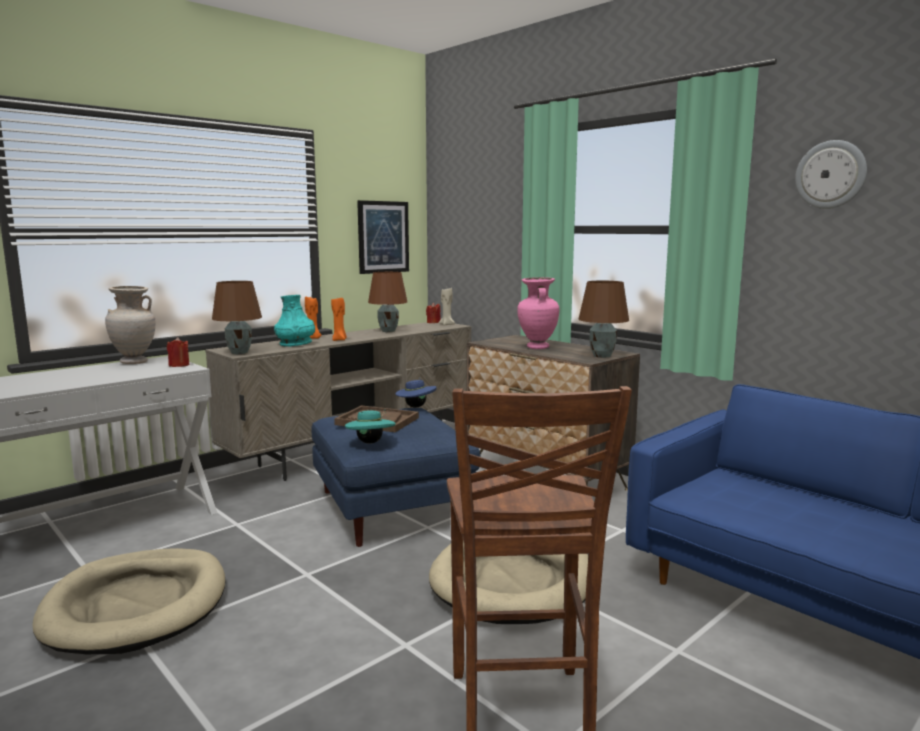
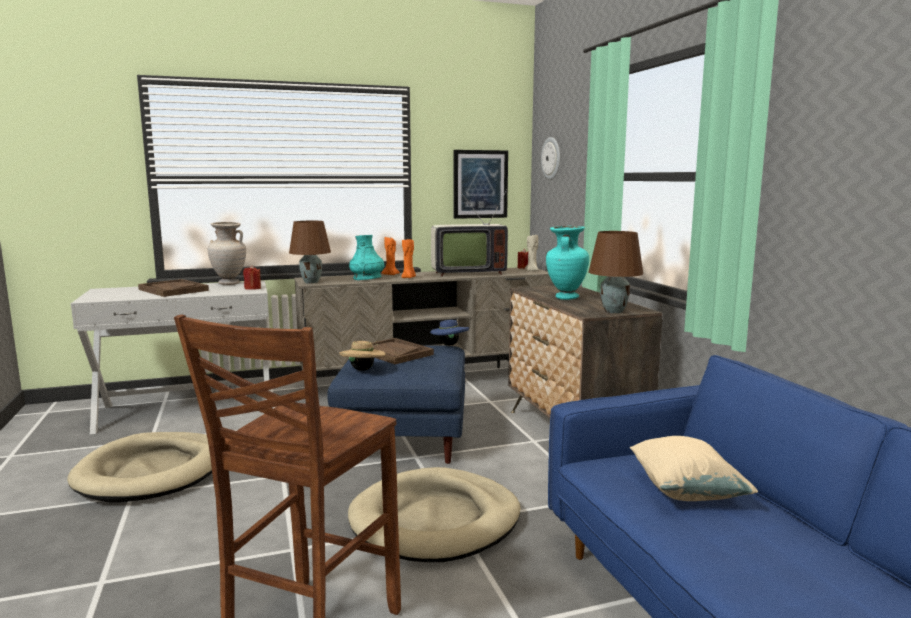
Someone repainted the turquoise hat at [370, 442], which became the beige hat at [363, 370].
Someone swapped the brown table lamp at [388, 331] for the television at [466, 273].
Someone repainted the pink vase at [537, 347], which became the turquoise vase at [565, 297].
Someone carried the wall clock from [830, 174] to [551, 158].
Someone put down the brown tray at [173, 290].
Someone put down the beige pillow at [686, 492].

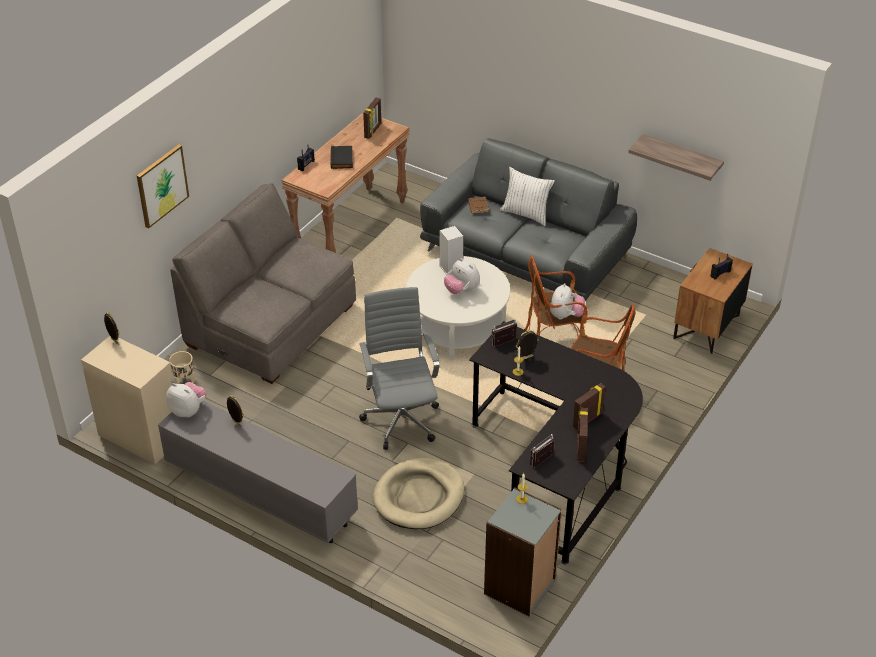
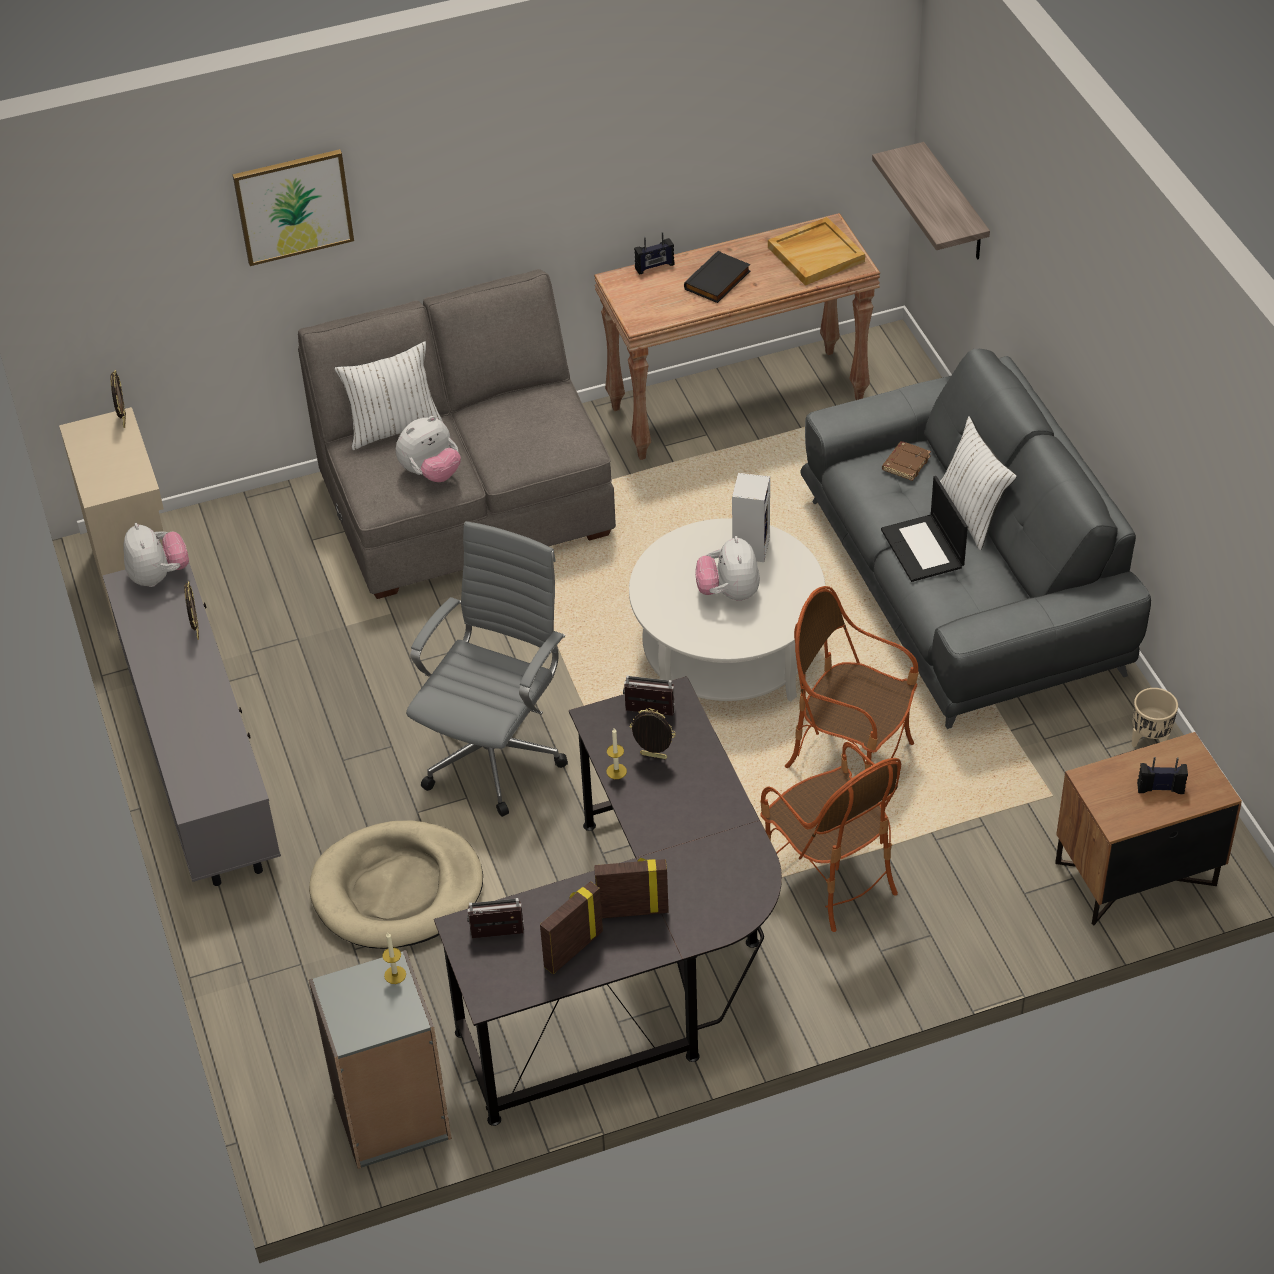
Someone carried the beige planter from [184, 381] to [1150, 742].
Someone swapped the picture frame at [373, 131] for the beige tray at [816, 254].
Someone carried the plush toy from [566, 316] to [431, 473].
Someone carried the shelf from [681, 158] to [955, 204].
Someone put down the white pillow at [393, 428].
Someone put down the laptop at [923, 549].

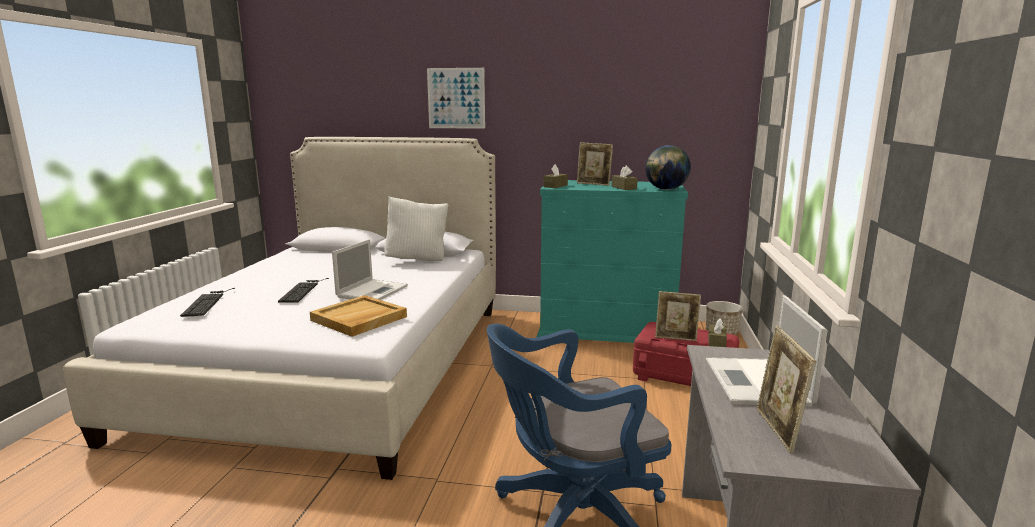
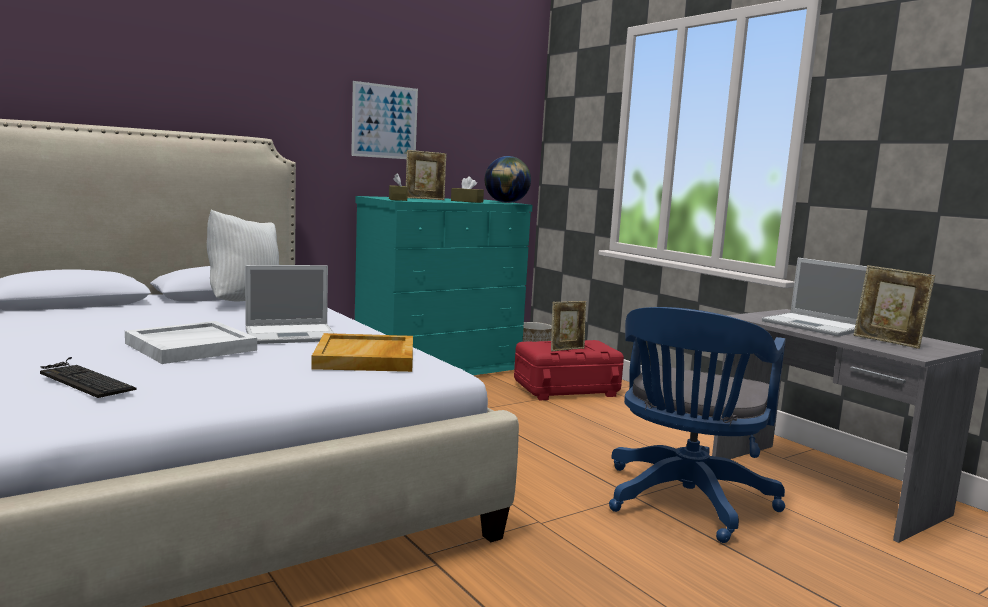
Someone swapped the keyboard at [302, 290] for the white tray at [191, 346].
Someone rotated the laptop at [373, 291] by 90 degrees clockwise.
Someone carried the picture from [456, 98] to [385, 121].
Someone took away the brown tissue box at [716, 342].

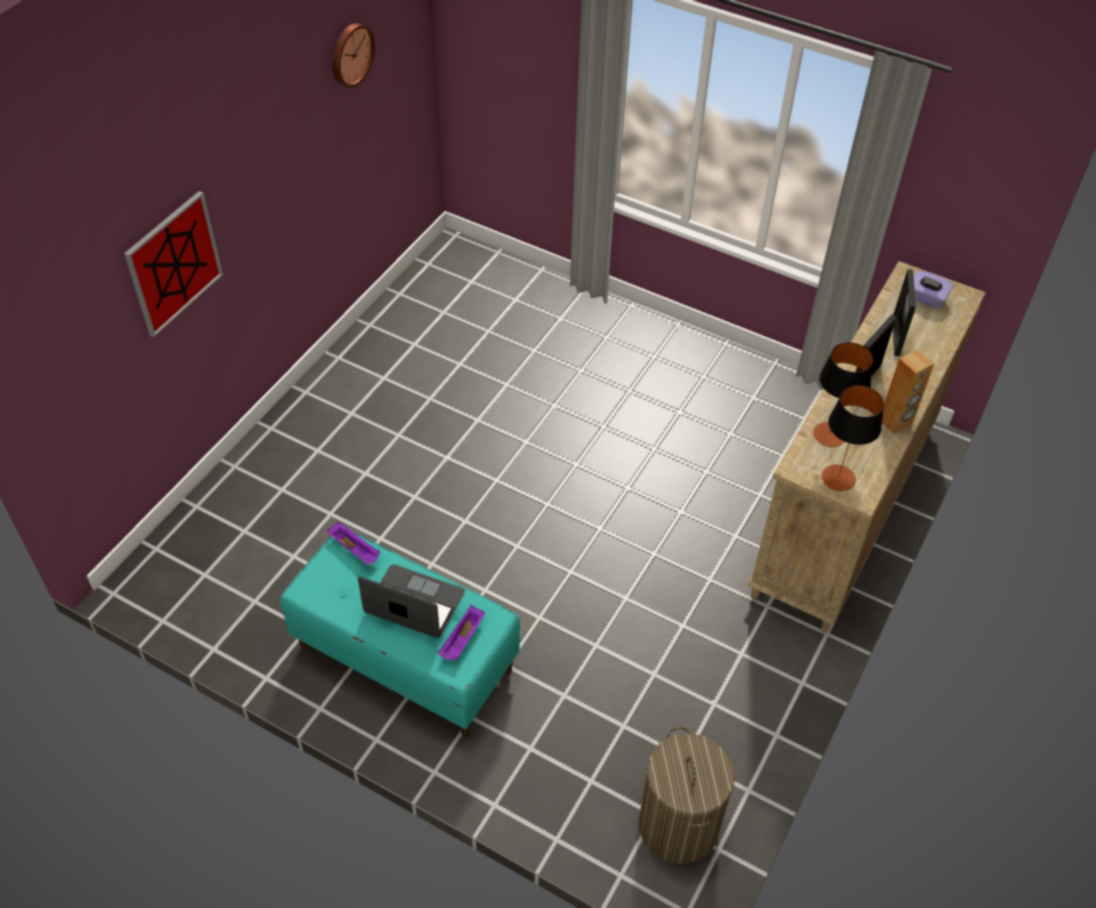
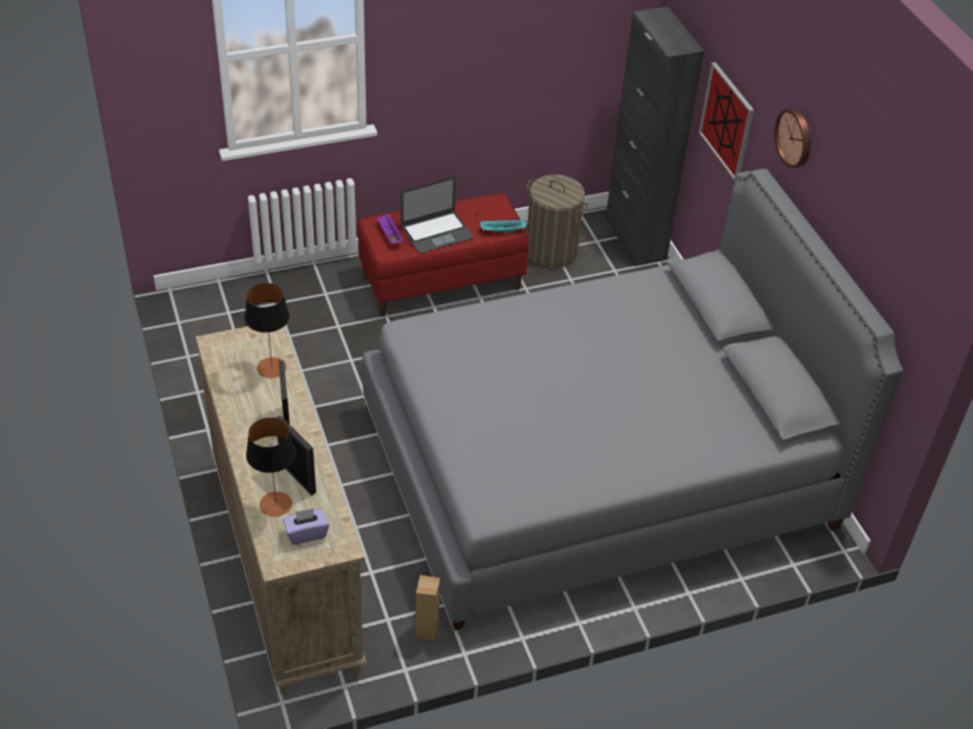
Someone repainted the turquoise bench at [405, 659], which became the red bench at [441, 282].
Someone repainted the purple tray at [355, 550], which became the turquoise tray at [502, 231].
Someone carried the wall clock from [350, 54] to [795, 137].
Someone carried the laundry basket from [678, 825] to [551, 252].
Someone carried the table lamp from [838, 478] to [276, 504].
Someone carried the brown speaker from [895, 422] to [426, 630].
Someone put down the grey bed at [597, 467].
Someone put down the black cabinet at [635, 239].

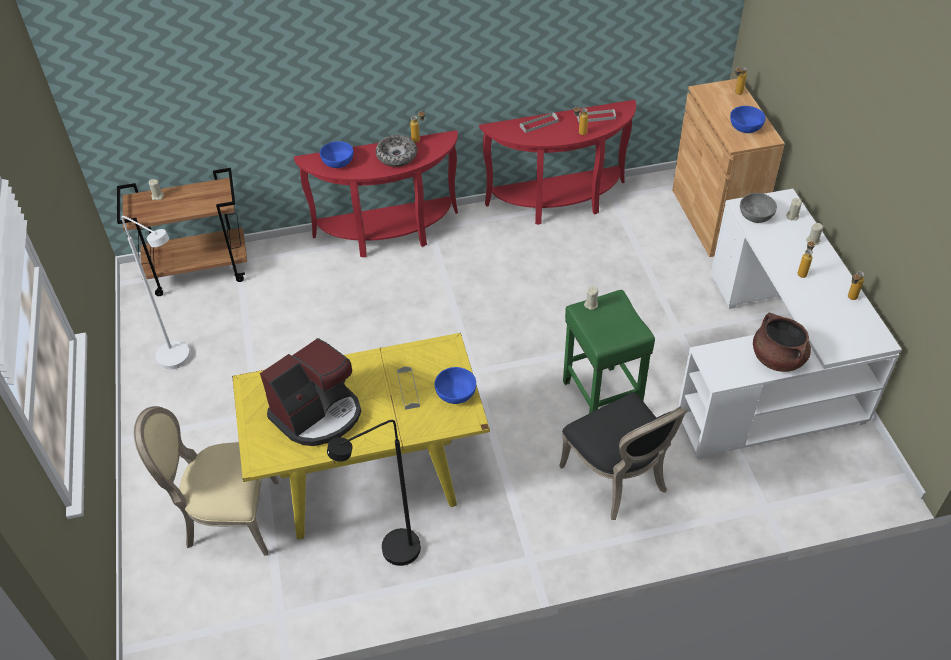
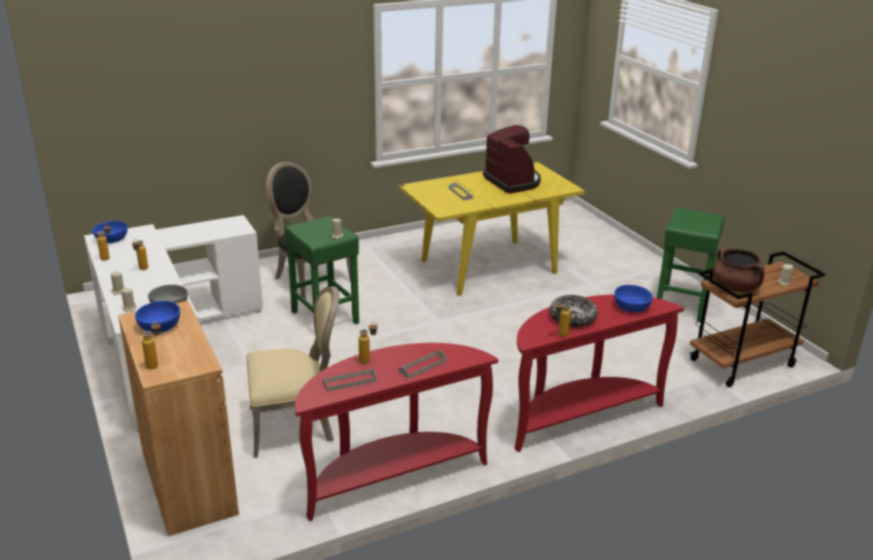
Someone swapped the white floor lamp at [181, 360] for the green stool at [681, 305].
Someone carried the beige chair from [228, 517] to [294, 426].
Someone rotated the coffee machine at [318, 414] by 120 degrees clockwise.
Someone took away the black floor lamp at [392, 555].
Someone carried the blue bowl from [456, 393] to [111, 239].
Someone carried the brown cooking pot from [777, 358] to [735, 287].

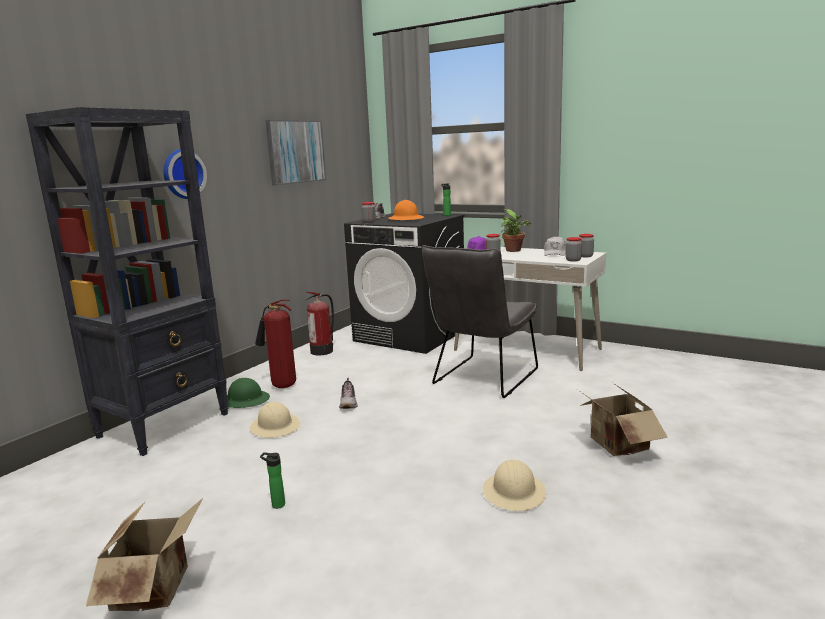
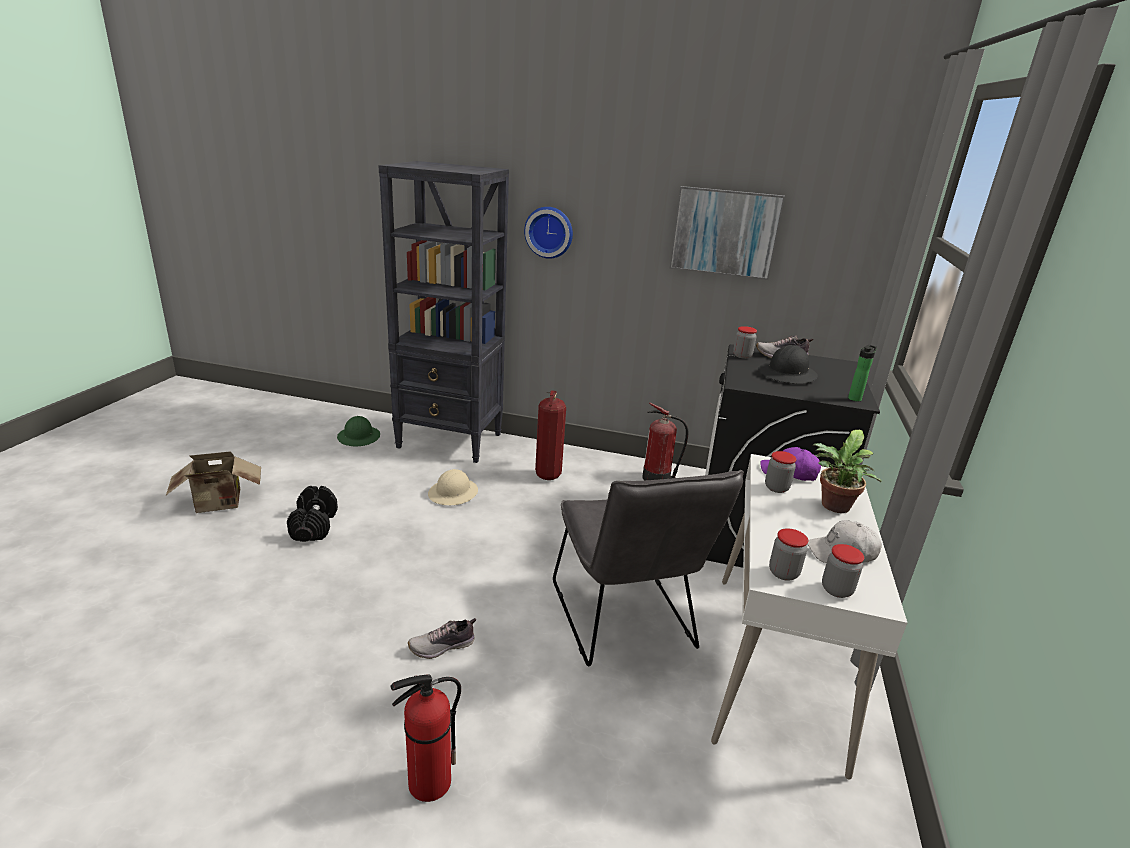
Someone carried the green hard hat from [245, 400] to [359, 437].
Someone swapped the bottle at [276, 504] for the black dumbbell at [314, 526].
Someone carried the shoe from [348, 403] to [443, 646].
Someone repainted the orange hard hat at [406, 219], which became the black hard hat at [787, 374].
Someone rotated the grey chair at [482, 379] by 120 degrees counterclockwise.
Someone took away the beige hard hat at [514, 492].
Someone swapped the cardboard box at [616, 446] for the fire extinguisher at [428, 783].

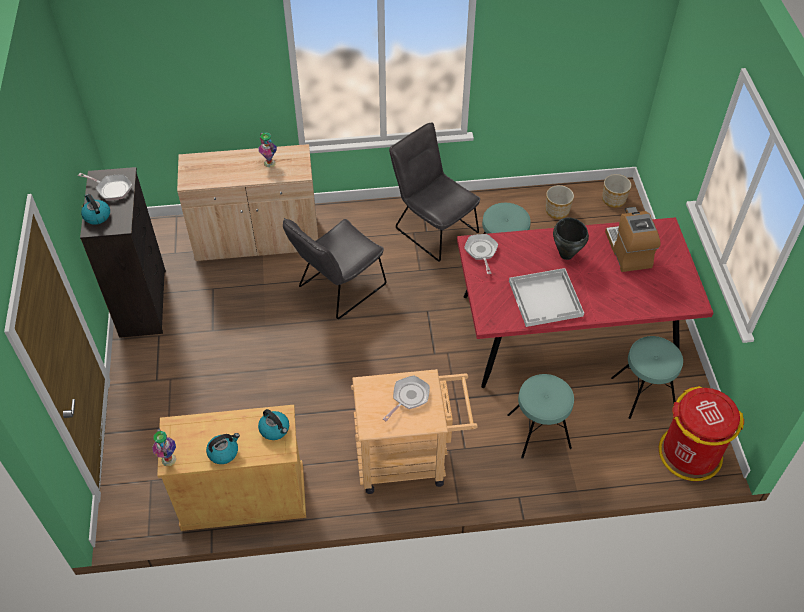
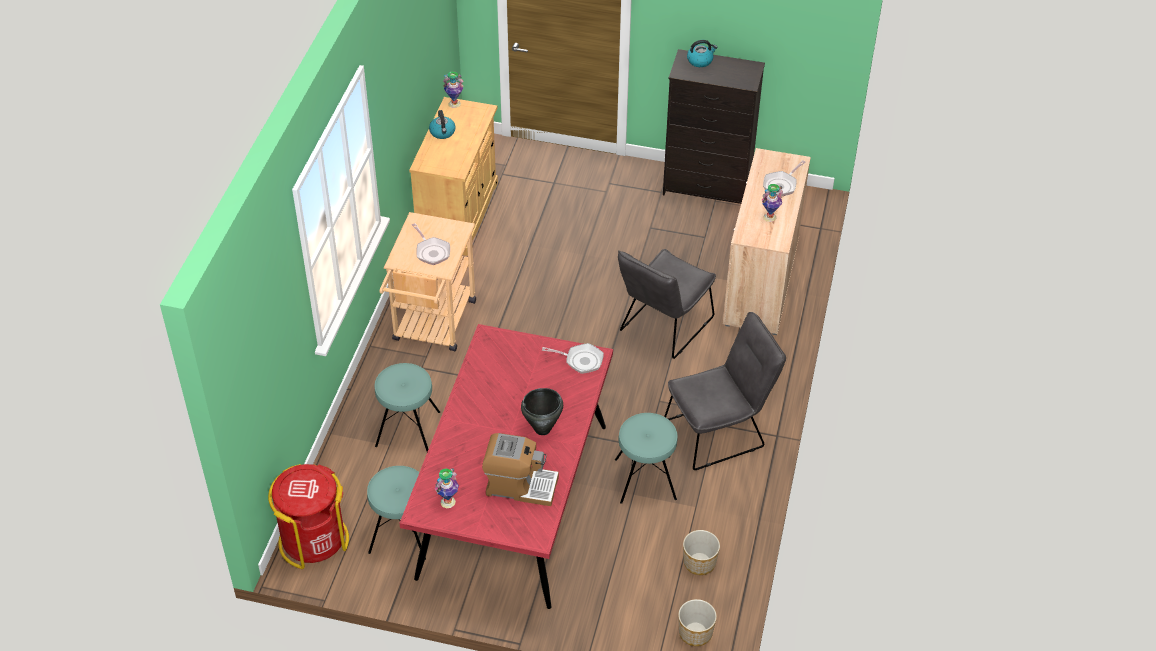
Someone carried the frying pan from [112, 189] to [781, 185].
Someone took away the kettle at [275, 429].
Someone rotated the grey chair at [337, 289] by 120 degrees counterclockwise.
Someone took away the white tray at [546, 299].
Someone put down the vase at [448, 502].

